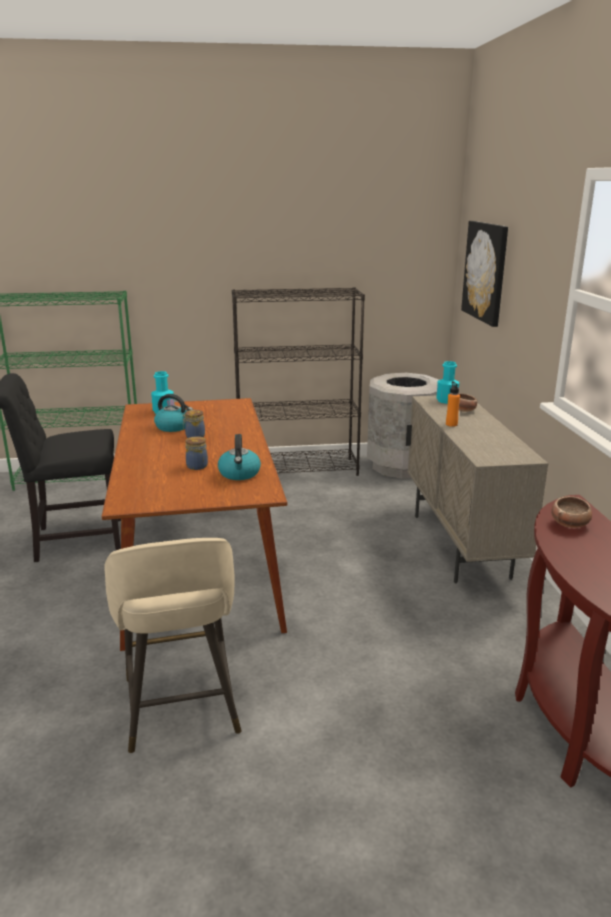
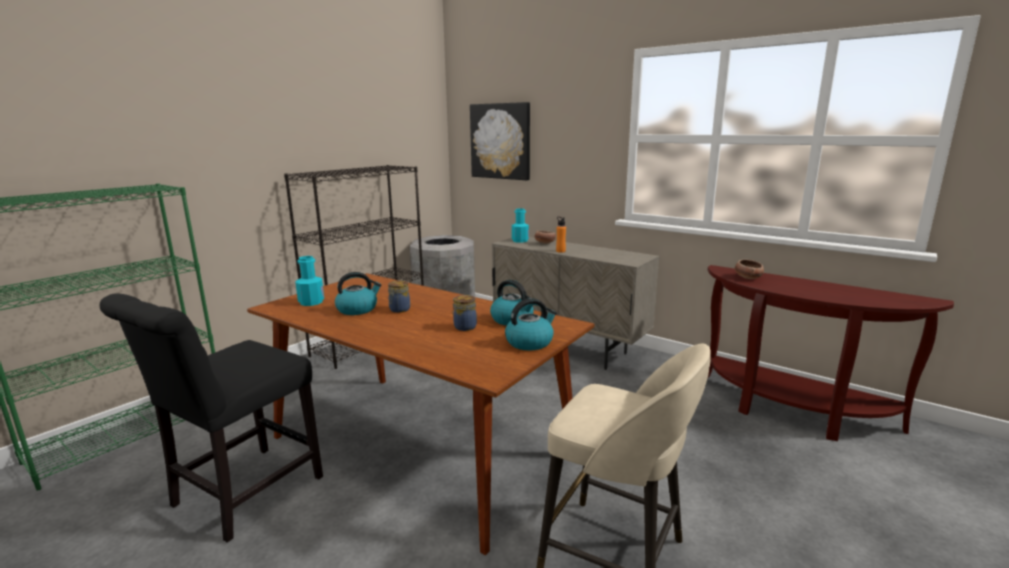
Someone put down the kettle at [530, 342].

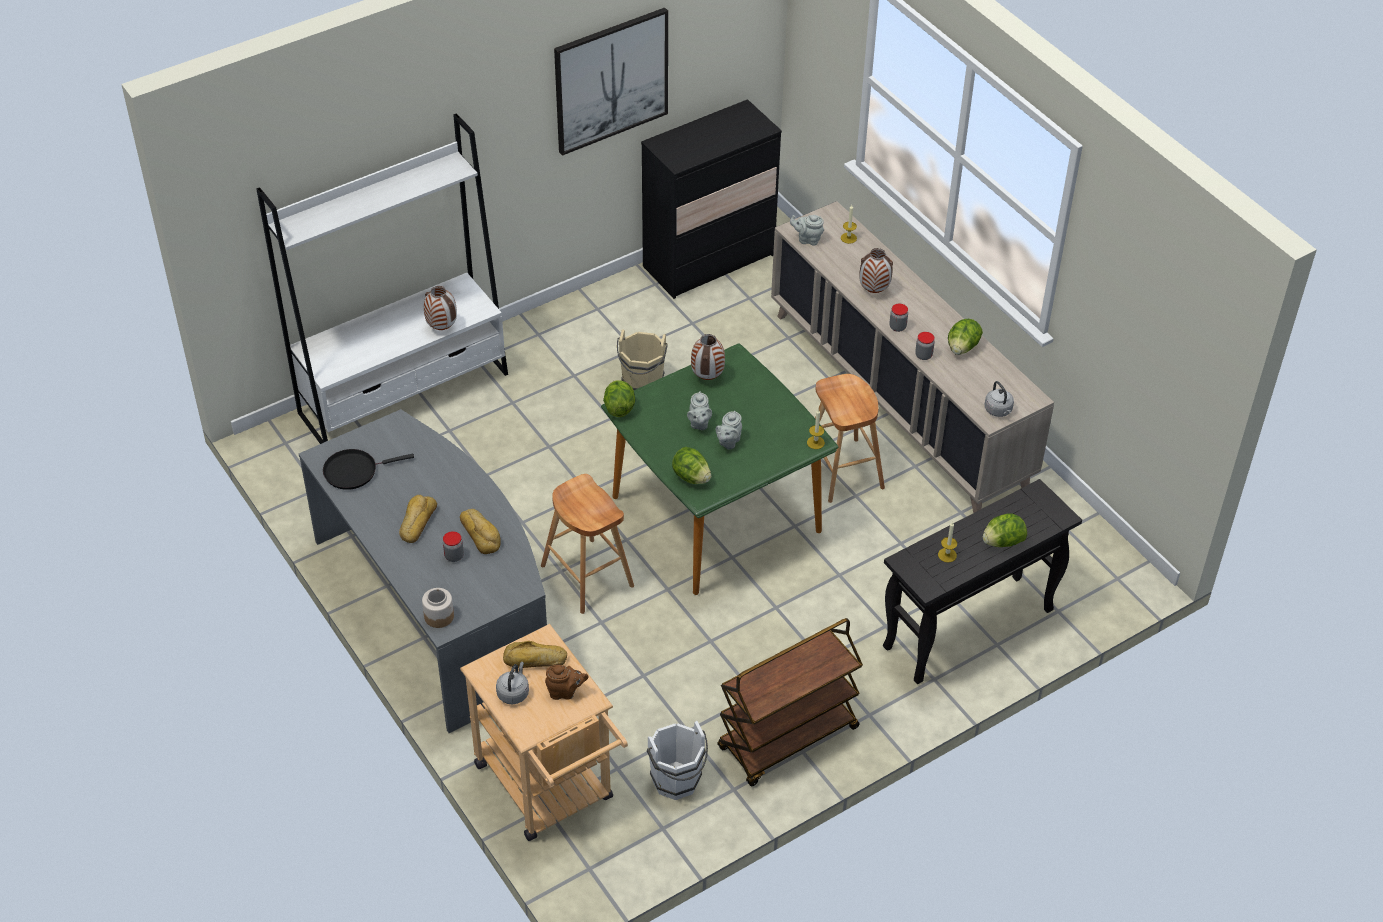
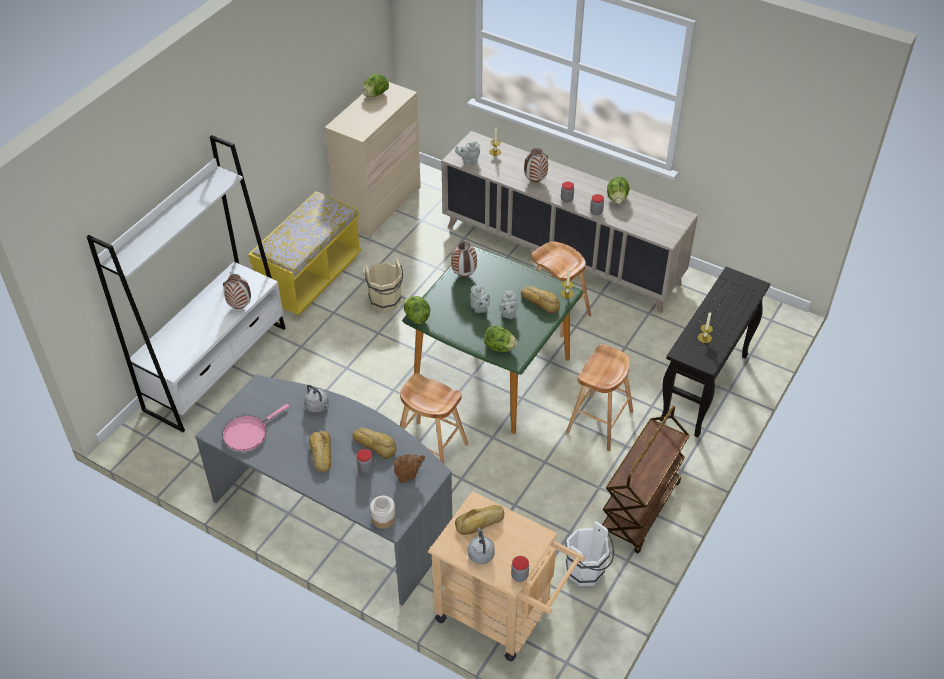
Someone repainted the black frying pan at [354, 471], which became the pink frying pan at [248, 433].
Someone carried the brown teapot from [565, 692] to [408, 475].
Someone took away the picture at [611, 80].
Someone repainted the black dresser at [708, 261], which became the beige dresser at [378, 205].
Someone carried the lettuce from [1002, 542] to [375, 94].
Someone carried the grey kettle from [999, 411] to [318, 406].
Someone put down the yellow bench at [310, 278].
Someone put down the jar at [519, 576].
Someone put down the bread at [540, 301].
Someone put down the brown stool at [599, 422].

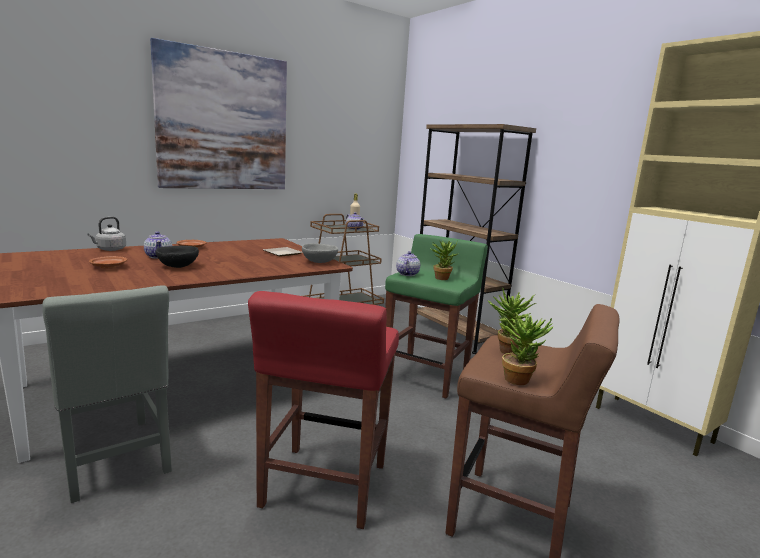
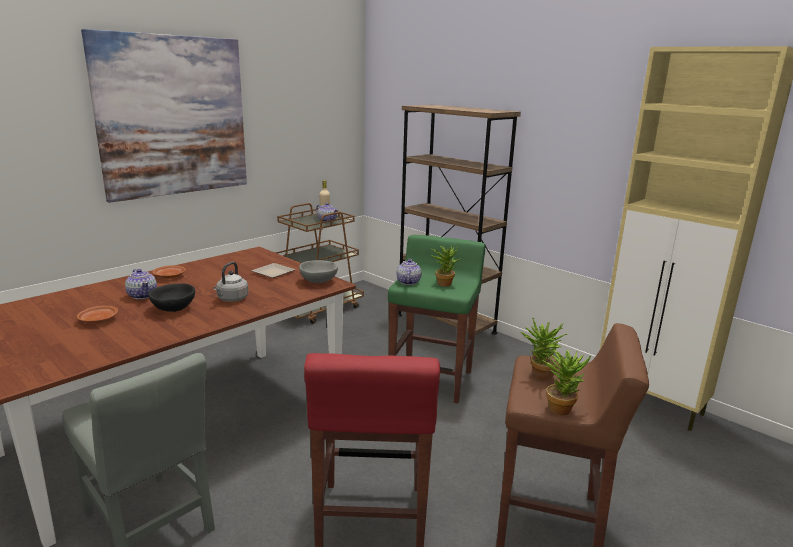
Someone carried the grey kettle from [110, 249] to [231, 299].

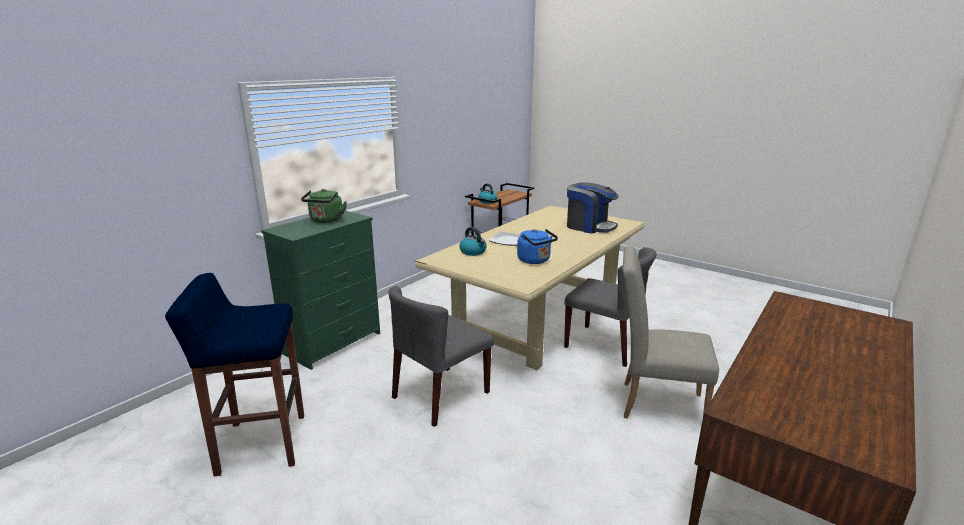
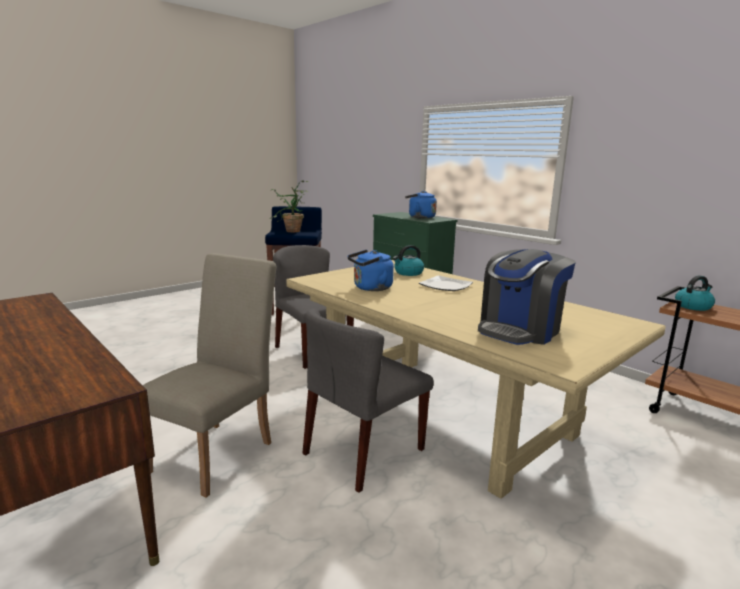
Someone repainted the green kettle at [326, 221], which became the blue kettle at [420, 217].
Someone put down the potted plant at [291, 231].

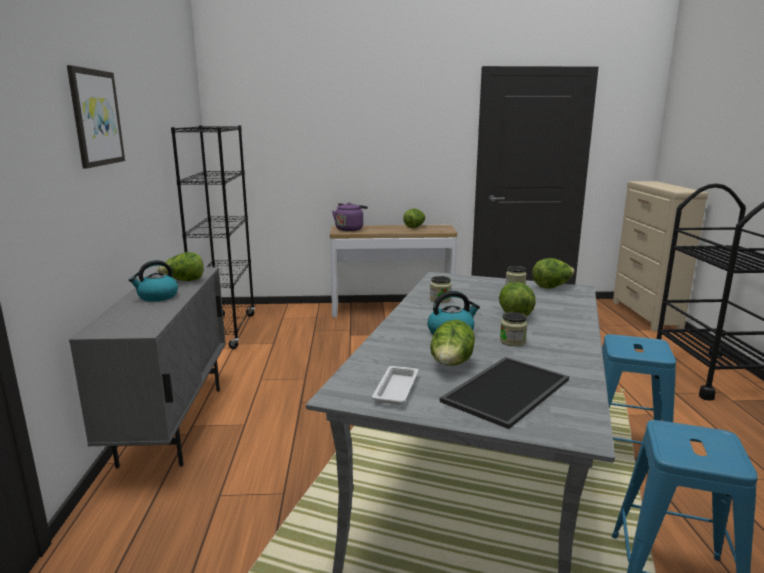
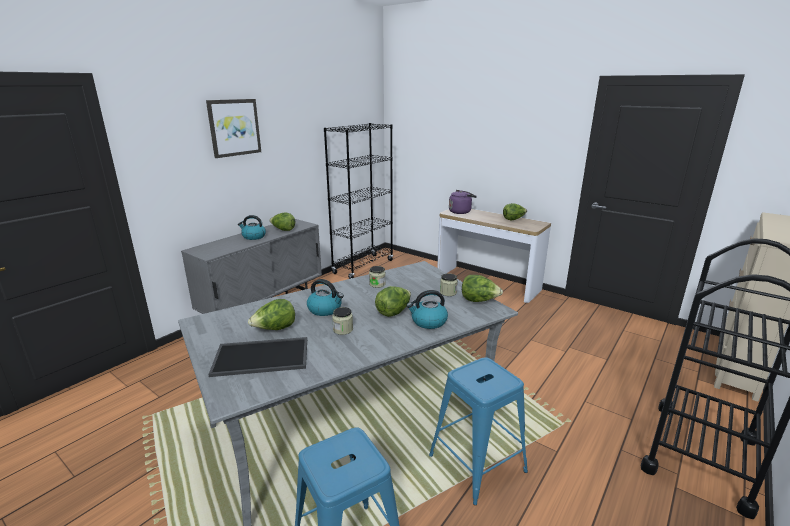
Someone took away the white tray at [396, 388].
Someone put down the kettle at [428, 322].

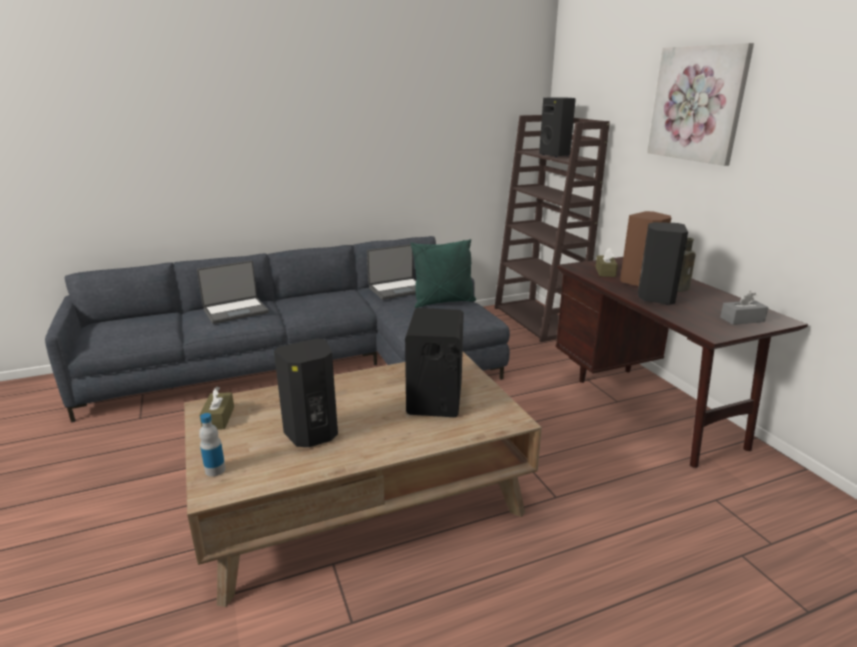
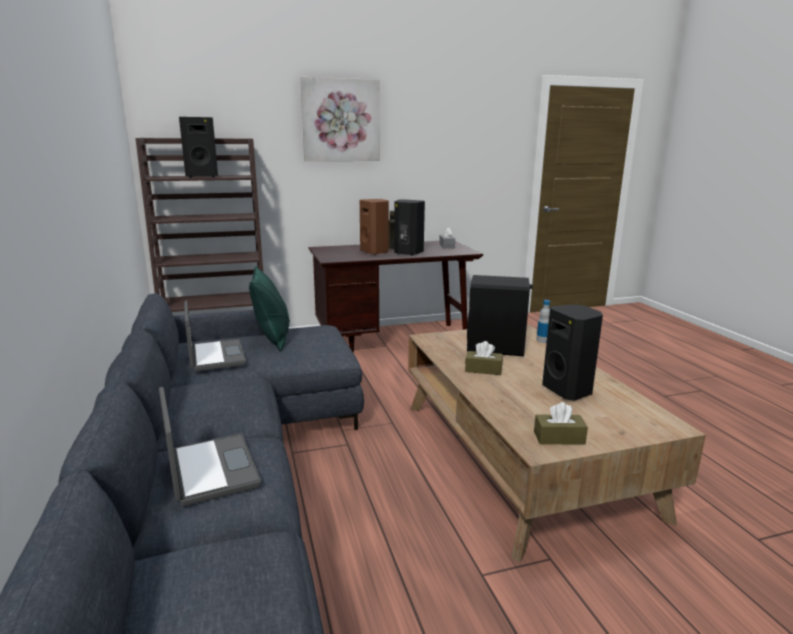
Someone carried the bottle from [215, 470] to [542, 340].
Someone carried the brown tissue box from [605, 272] to [483, 369].

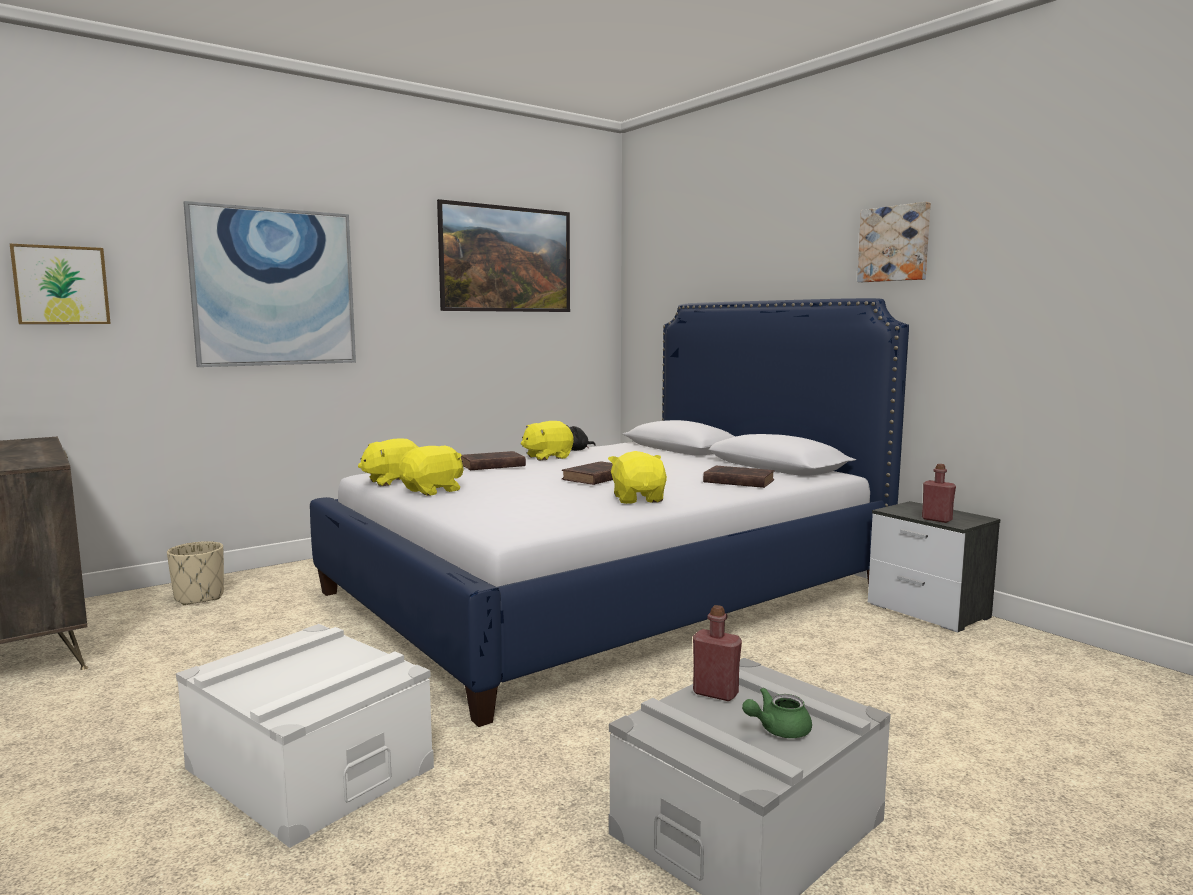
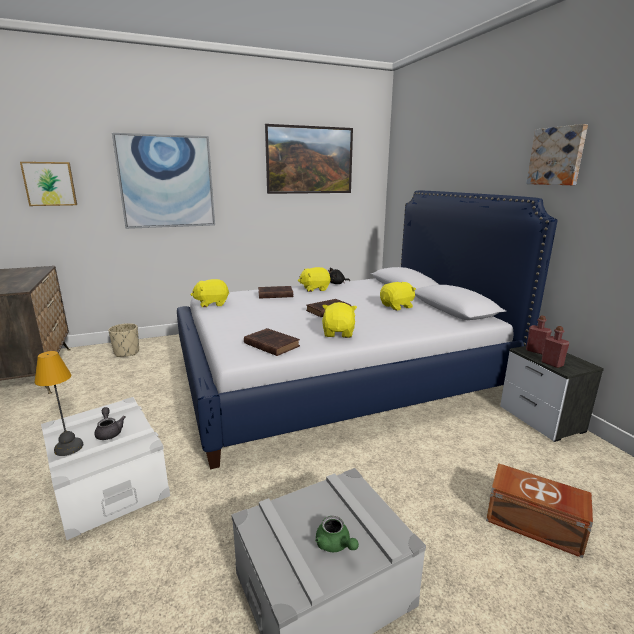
Someone carried the yellow plush toy from [433, 491] to [397, 306].
Someone carried the red bottle from [715, 693] to [536, 351].
Someone carried the brown book from [737, 481] to [270, 344].
Someone rotated the green teapot at [777, 730] by 120 degrees counterclockwise.
Someone put down the table lamp at [69, 448].
Someone put down the grey teapot at [109, 432].
Someone put down the brown storage box at [535, 525].

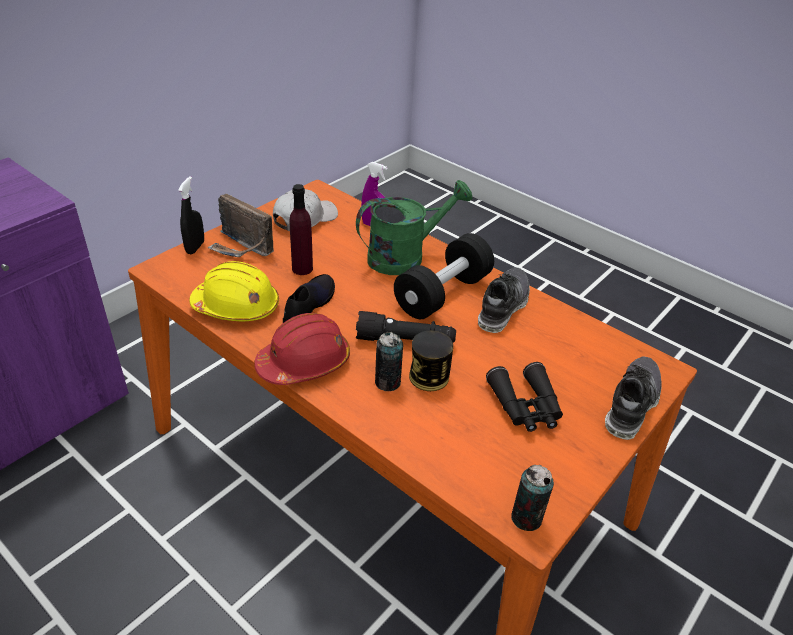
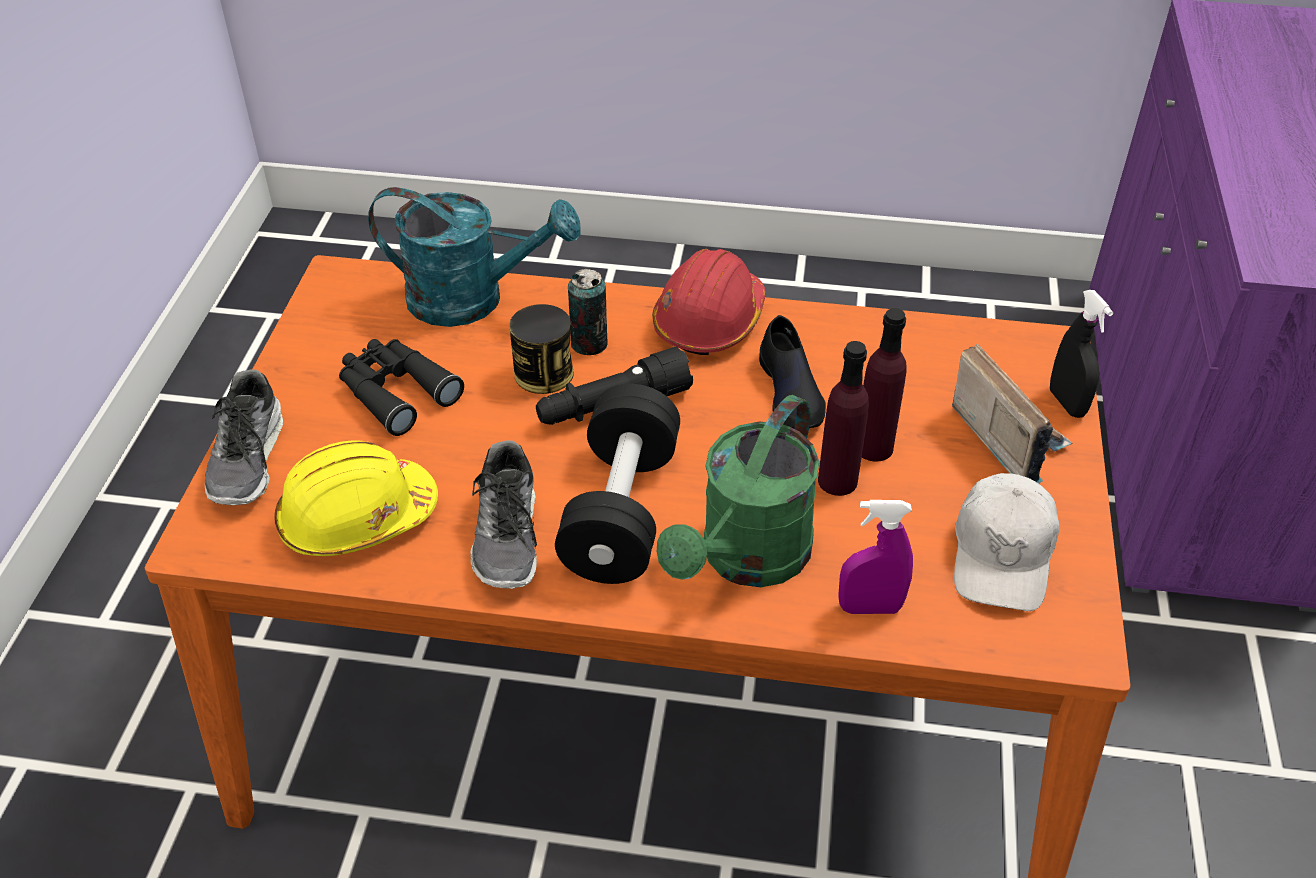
Someone carried the yellow hard hat from [236, 307] to [357, 518].
Someone rotated the radio at [241, 248] by 60 degrees clockwise.
Someone took away the can at [526, 518].
Someone put down the turquoise watering can at [473, 299].
Someone put down the purple bottle at [837, 481].

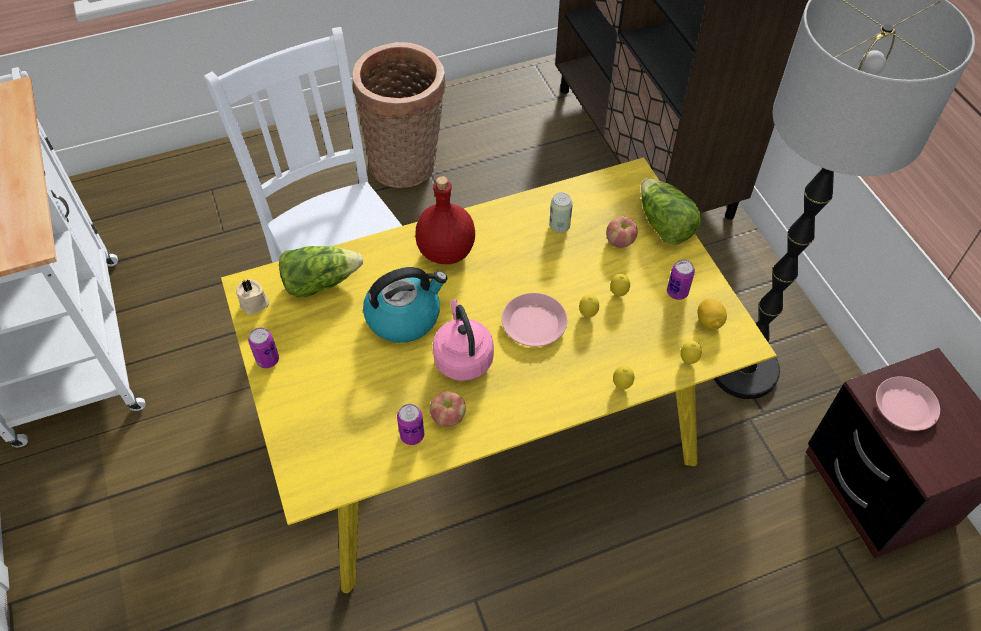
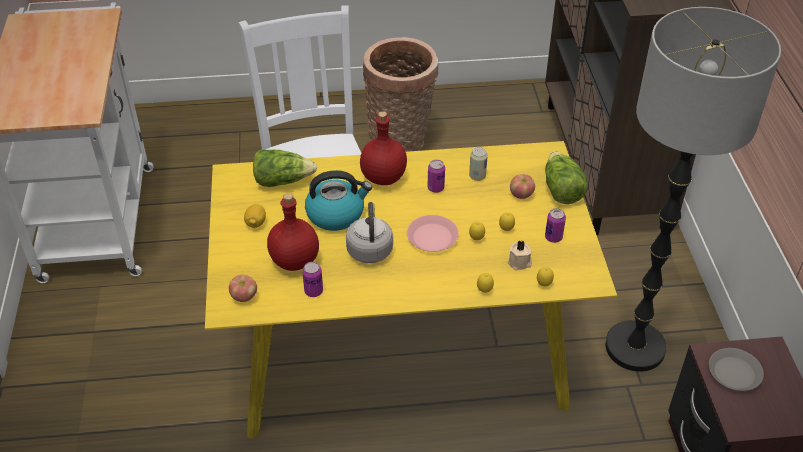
Someone carried the beige candle from [255, 304] to [520, 263].
Someone carried the can from [268, 360] to [435, 188].
Someone carried the apple from [448, 417] to [244, 297].
Someone repainted the pink kettle at [462, 357], which became the grey kettle at [370, 249].
Someone carried the lemon from [709, 322] to [256, 223].
Someone repainted the pink plate at [905, 406], which became the grey plate at [734, 373].
Someone put down the red bottle at [295, 260].

